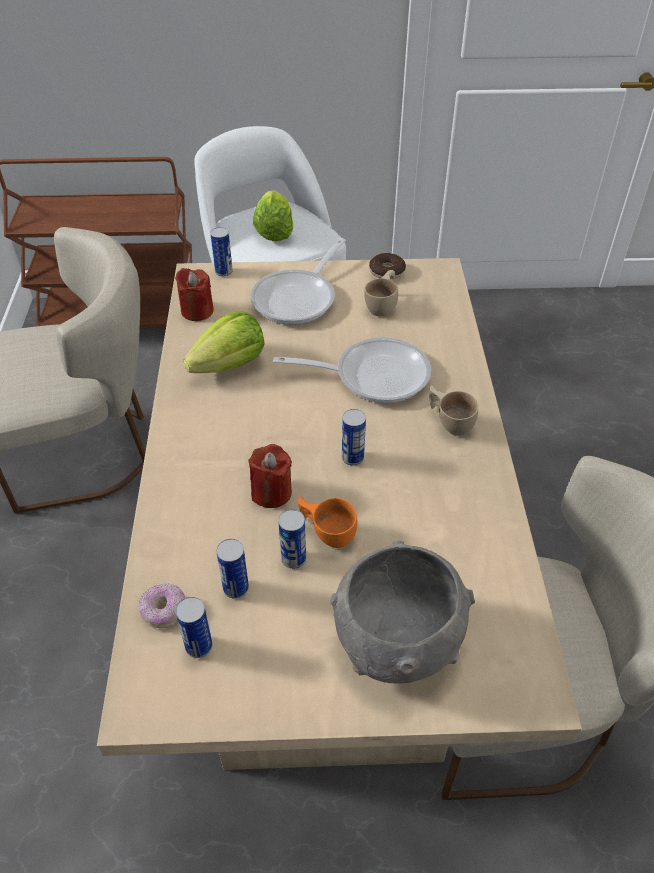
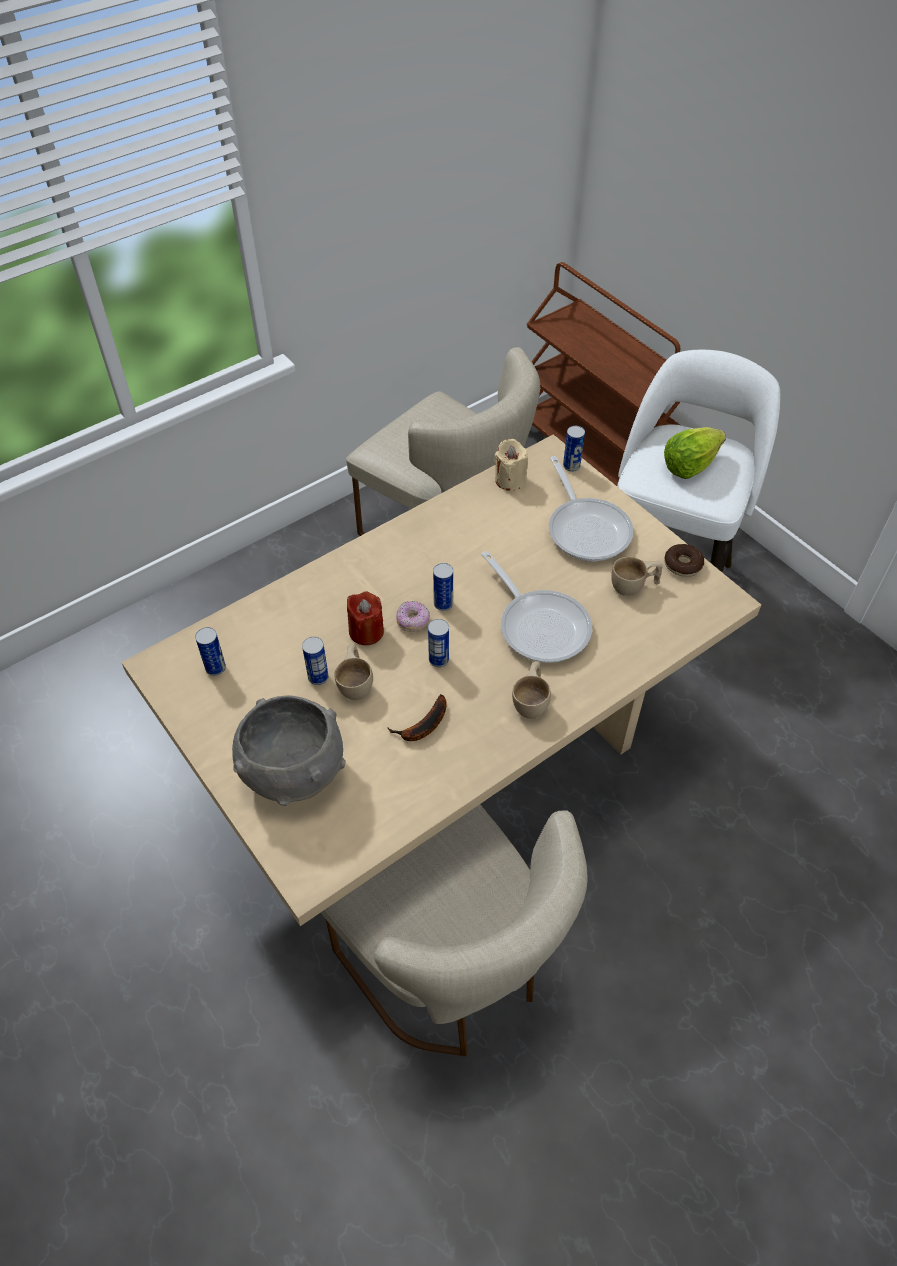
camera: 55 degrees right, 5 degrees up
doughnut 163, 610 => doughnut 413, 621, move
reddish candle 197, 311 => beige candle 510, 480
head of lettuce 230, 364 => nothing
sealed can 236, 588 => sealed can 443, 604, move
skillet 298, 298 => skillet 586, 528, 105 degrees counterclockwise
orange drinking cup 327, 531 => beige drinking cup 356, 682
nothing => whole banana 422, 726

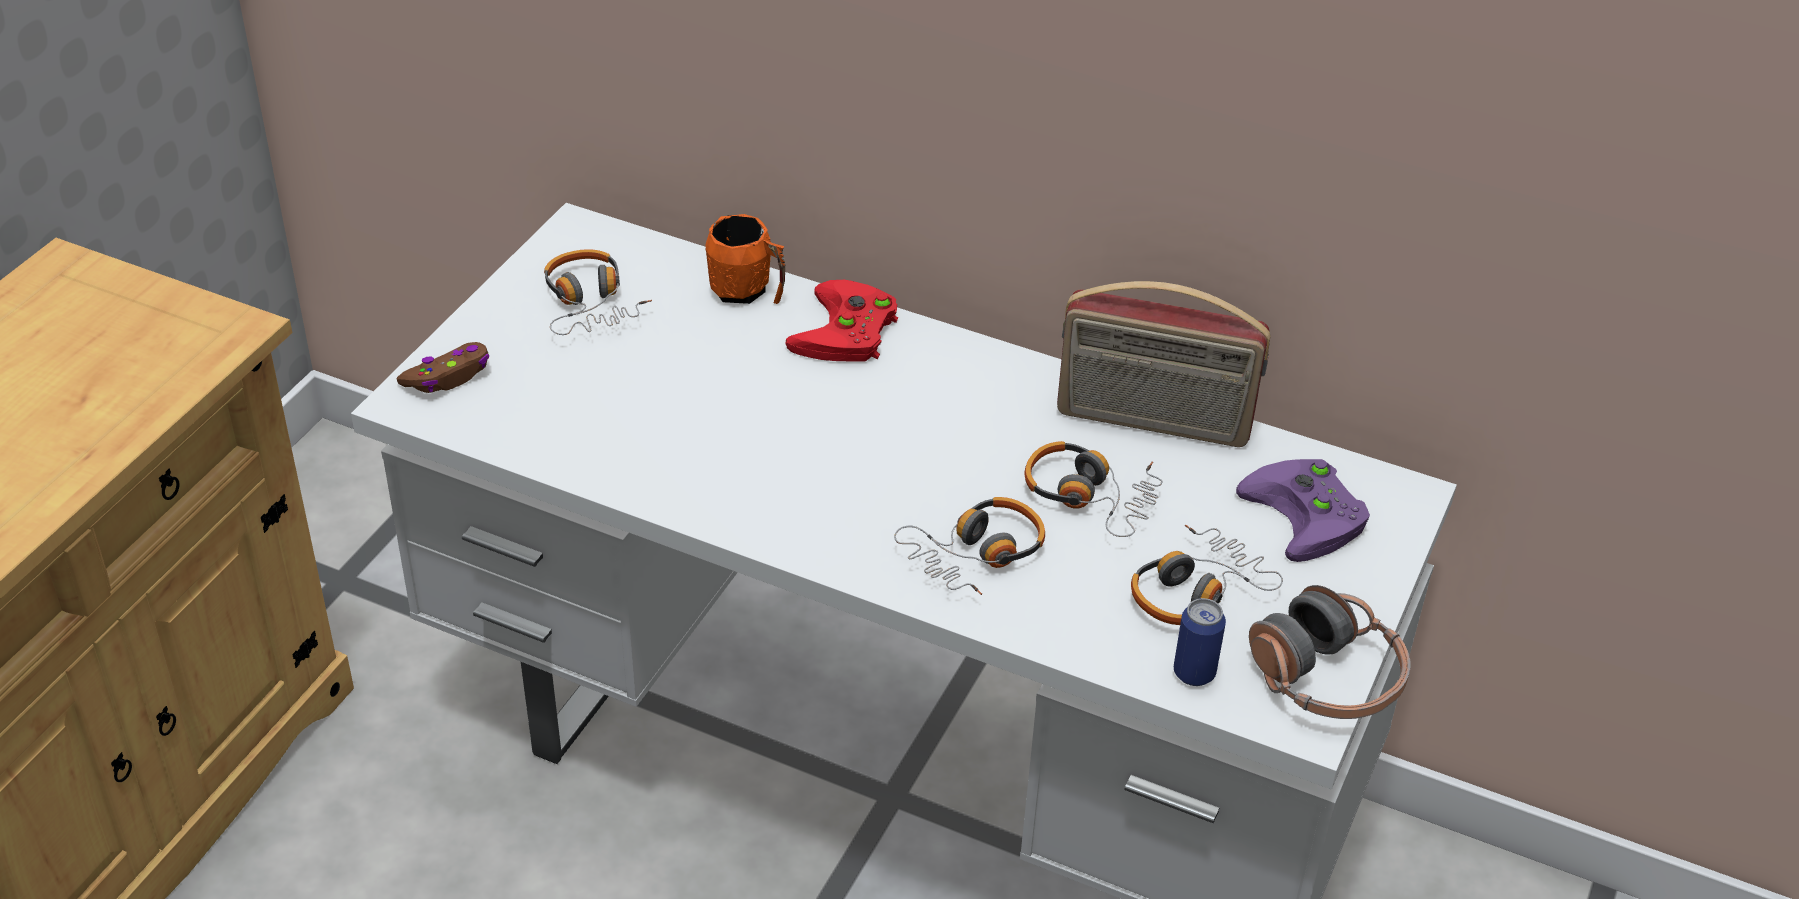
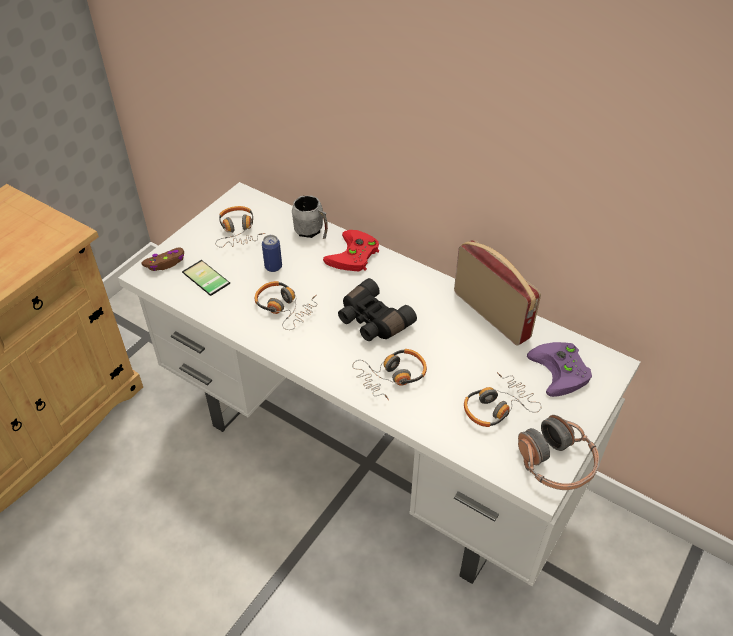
camera: 10 degrees right, 5 degrees up
orange coffee mug 748, 292 => grey coffee mug 312, 232
headset 1090, 496 => headset 285, 308, move
radio receiver 1153, 422 => radio receiver 492, 314, 150 degrees counterclockwise
sealed can 1194, 673 => sealed can 273, 267, move
nothing => telephone 203, 279
nothing => blackish pair of binoculars 372, 321

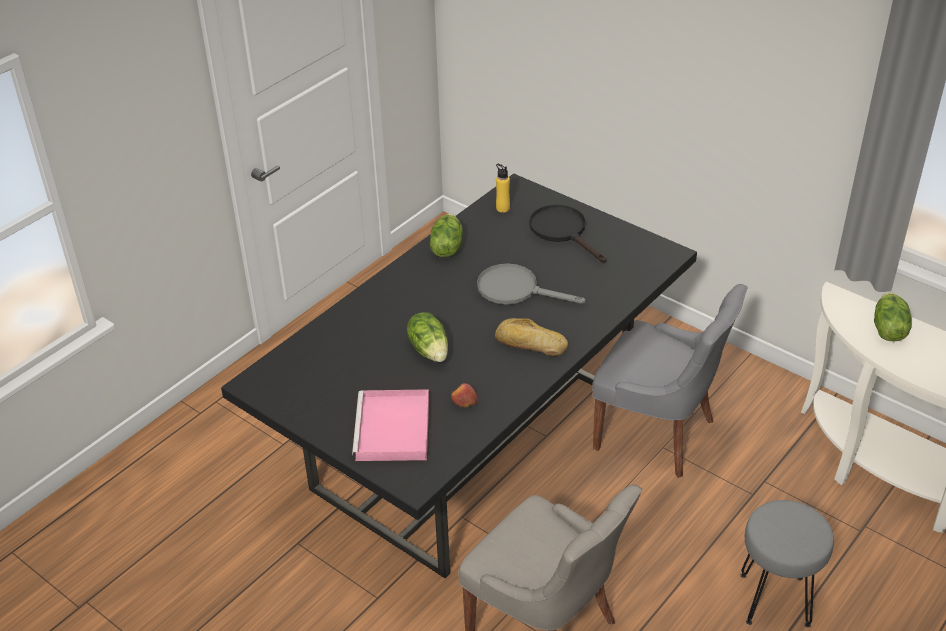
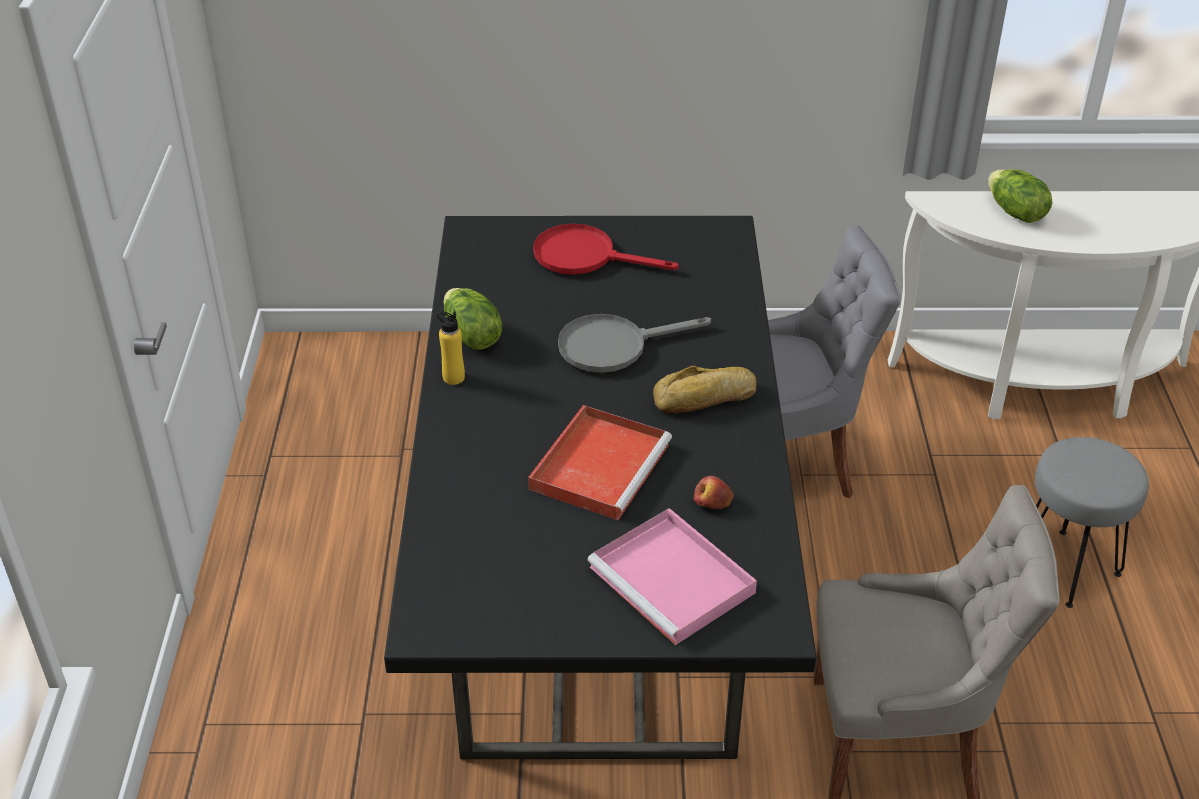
camera: 40 degrees left, 0 degrees up
head of lettuce 430, 350 => reddish tray 600, 464
yellowish drink bottle 502, 208 => yellowish drink bottle 453, 377, move
blackish skillet 563, 231 => reddish skillet 585, 256

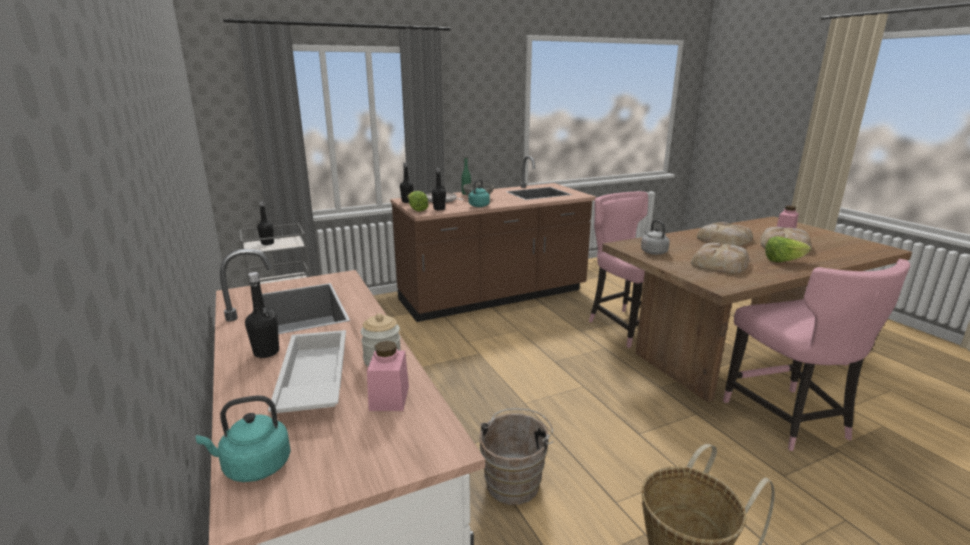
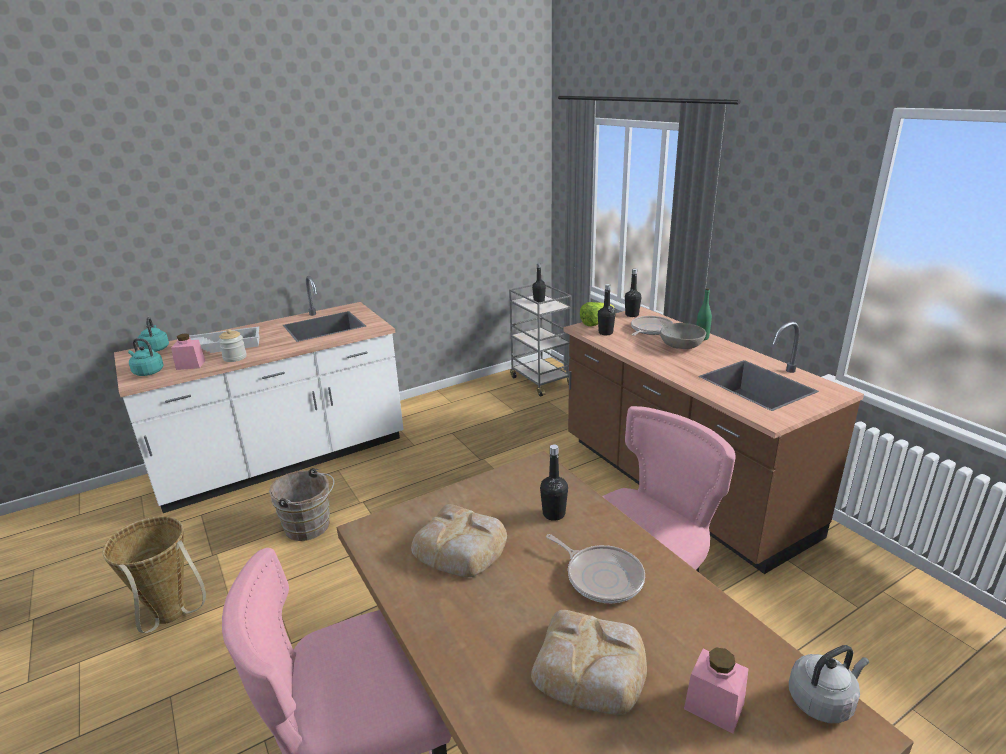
camera: 85 degrees right, 5 degrees up
blackish drink bottle 266, 352 => blackish drink bottle 554, 514, move
blue-green kettle 478, 206 => blue-green kettle 147, 372, move
grey kettle 653, 252 => grey kettle 822, 700, move
bread 723, 240 => skillet 601, 577
head of lettuce 783, 261 => nothing

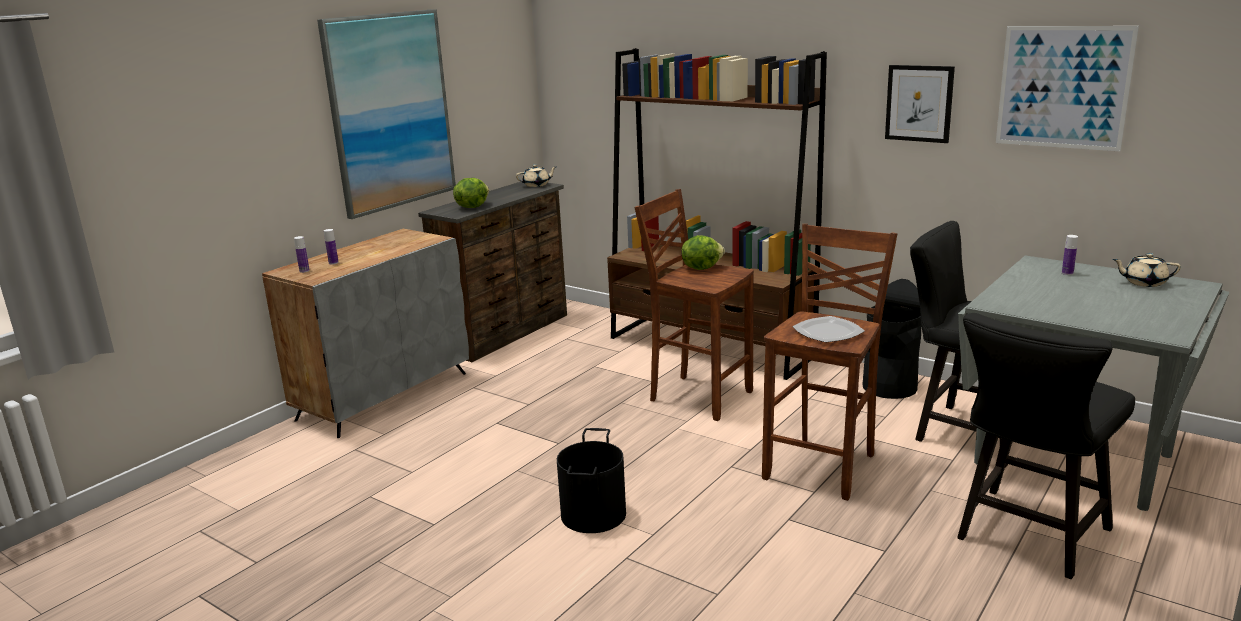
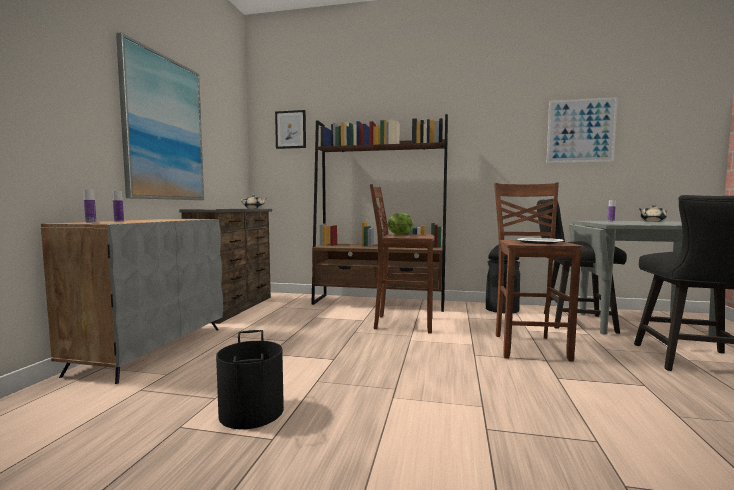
camera: 25 degrees left, 15 degrees down
head of lettuce 472, 207 => nothing
blackish pail 592, 514 => blackish pail 250, 411, move
picture 919, 103 => picture 290, 129, move

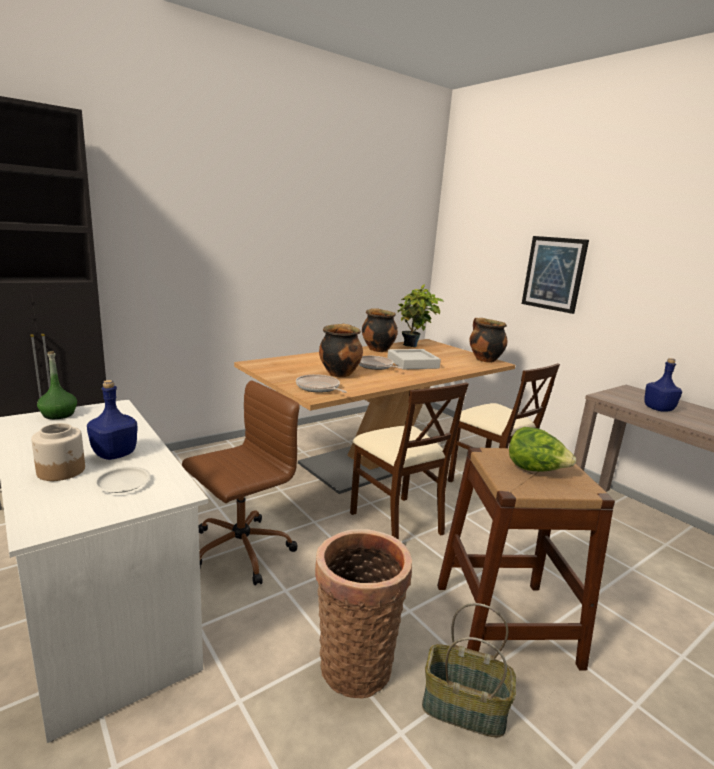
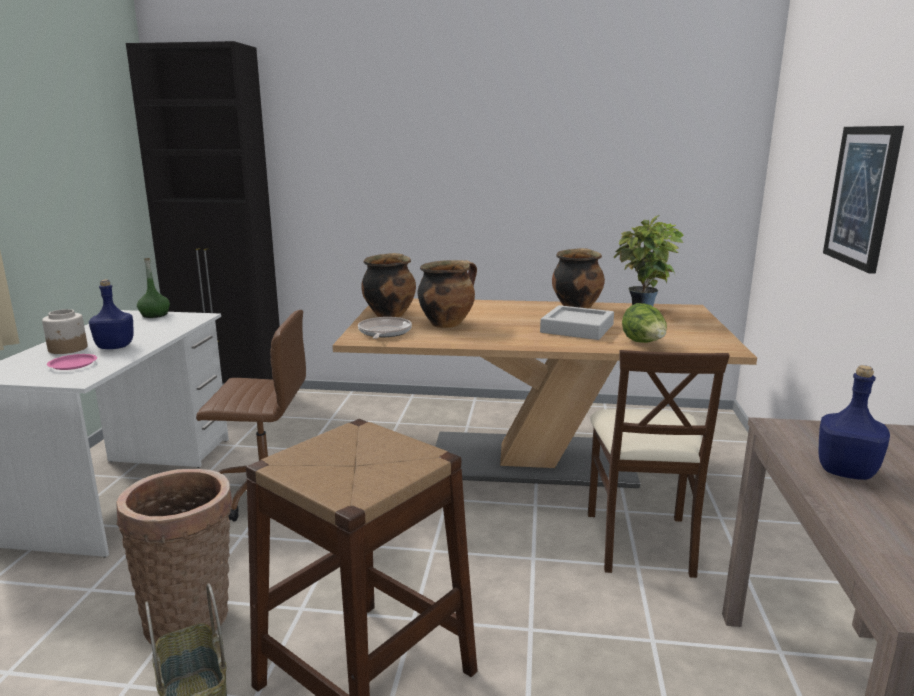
camera: 45 degrees right, 0 degrees up
white-coloured plate 123, 483 => pink-coloured plate 73, 364
beige plain chair 396, 521 => nothing
skillet 375, 366 => nothing
cooking pot 484, 360 => cooking pot 389, 314, move
head of lettuce 535, 470 => head of lettuce 644, 343, move

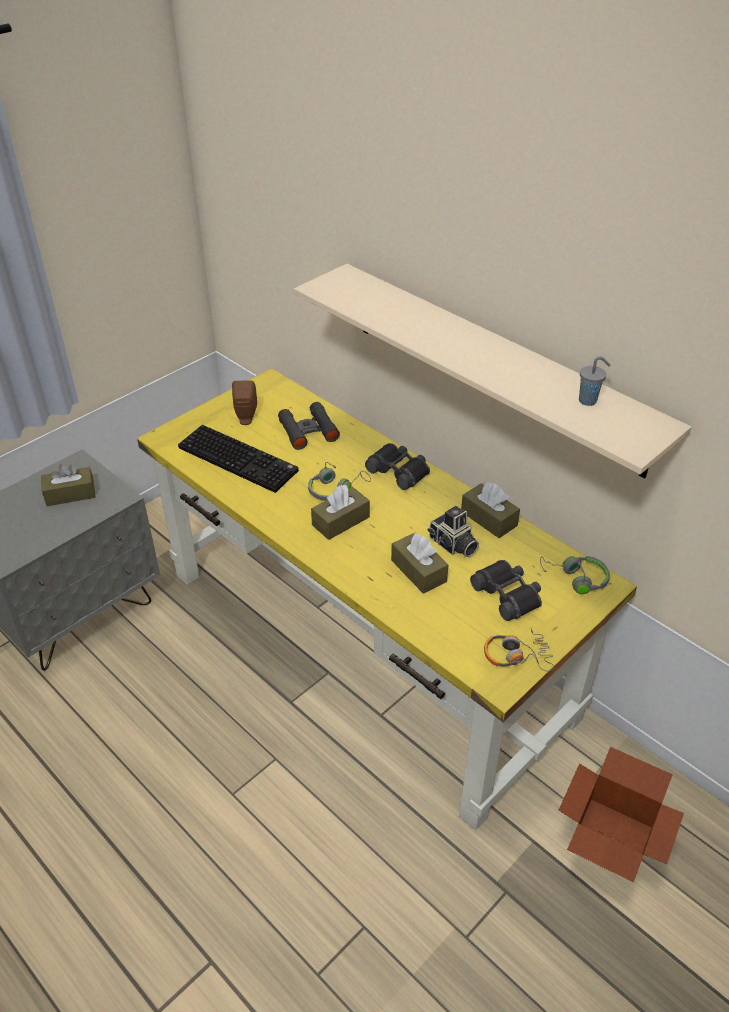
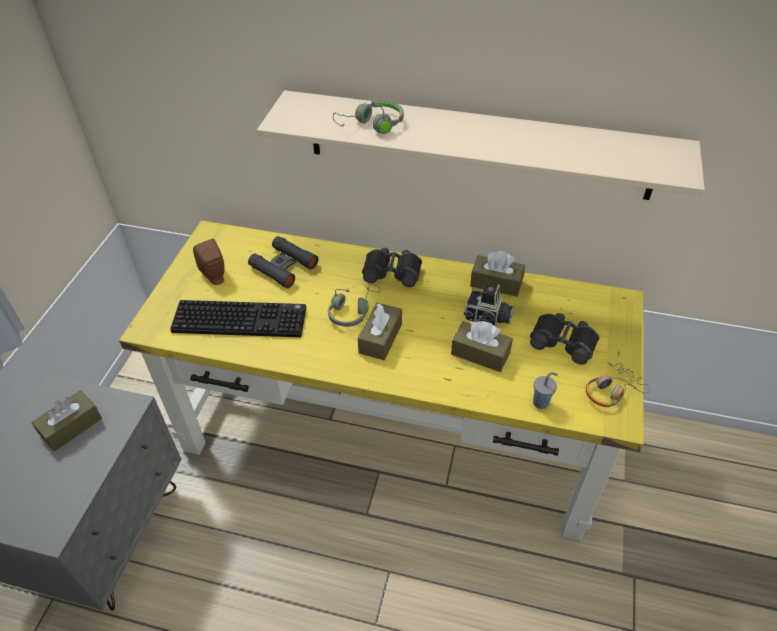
camera: 30 degrees left, 5 degrees up
grey headset 575, 579 => grey headset 372, 125, move
packing box 609, 839 => nothing
grey drinking cup 588, 401 => grey drinking cup 541, 402, move

